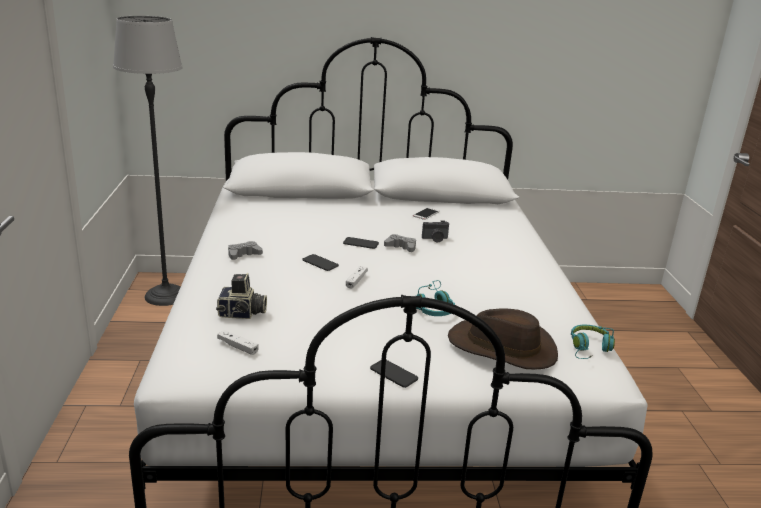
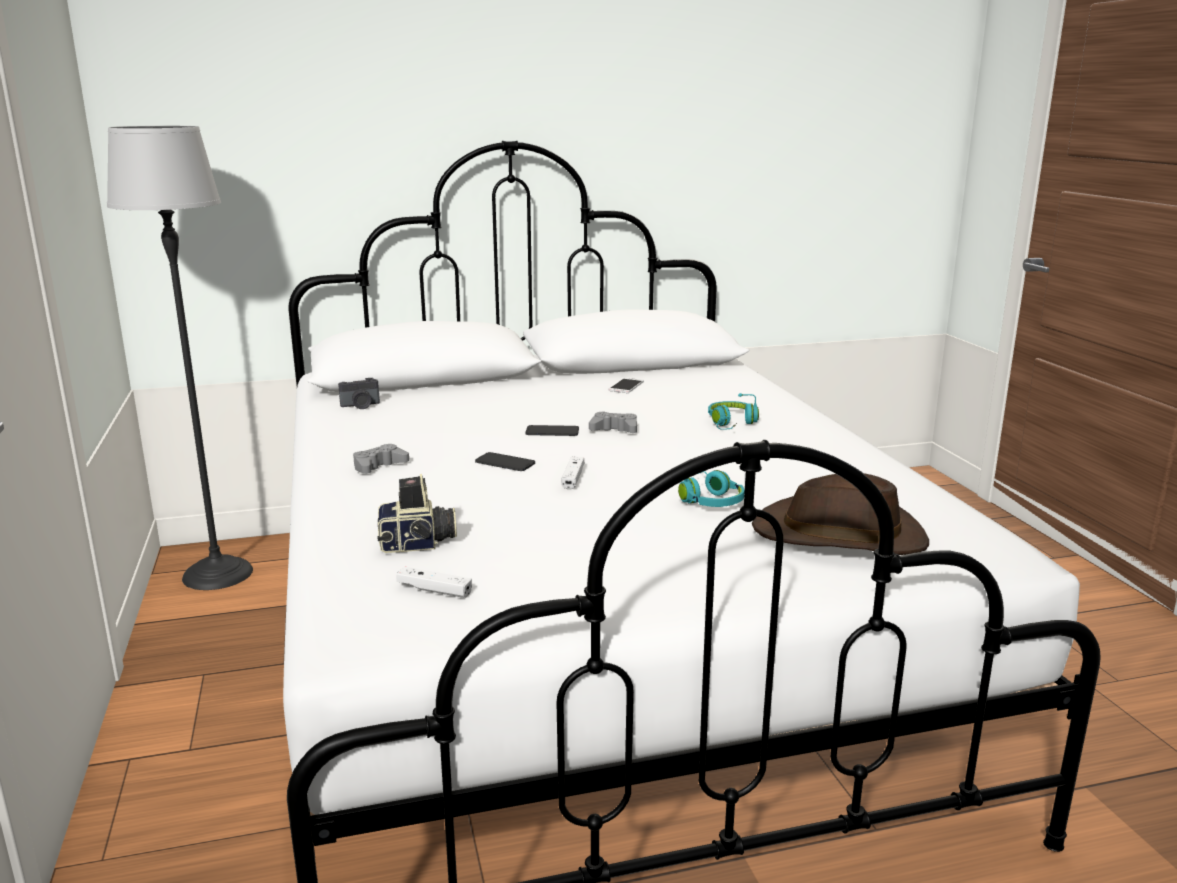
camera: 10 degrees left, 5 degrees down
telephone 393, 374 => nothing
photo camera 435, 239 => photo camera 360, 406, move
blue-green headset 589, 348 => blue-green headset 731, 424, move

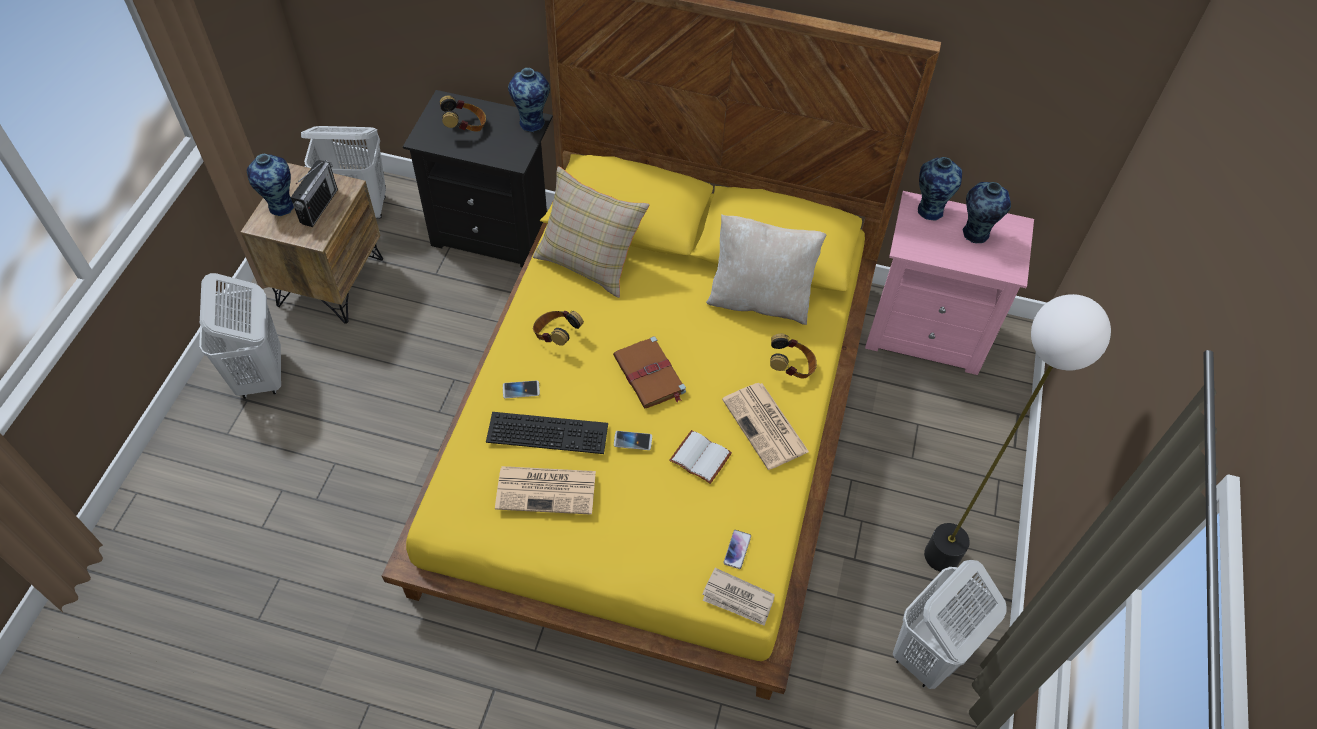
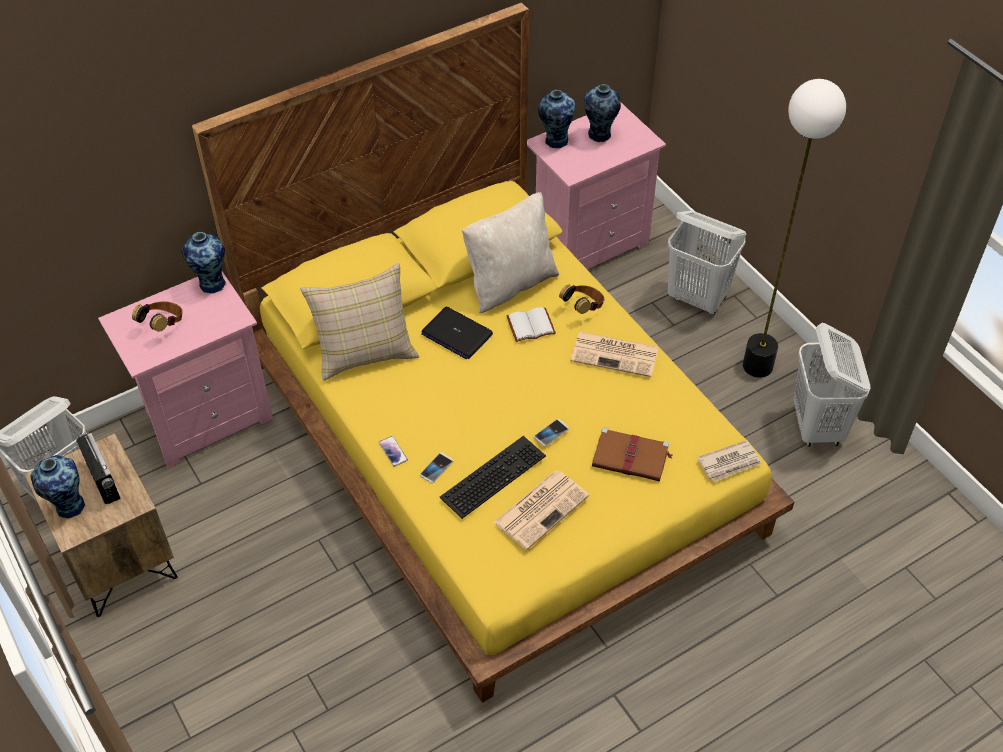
camera: 45 degrees left, 5 degrees down
white-coloured laundry basket 260, 376 => white-coloured laundry basket 698, 298, move
blackish nightstand 494, 231 => pink-coloured nightstand 206, 416
headset 556, 336 => nothing
brownish bound book 650, 375 => brownish bound book 631, 457, move
white-coloured bound book 702, 457 => white-coloured bound book 531, 324, move
telephone 737, 549 => telephone 393, 451, move
nothing => notebook computer 456, 334

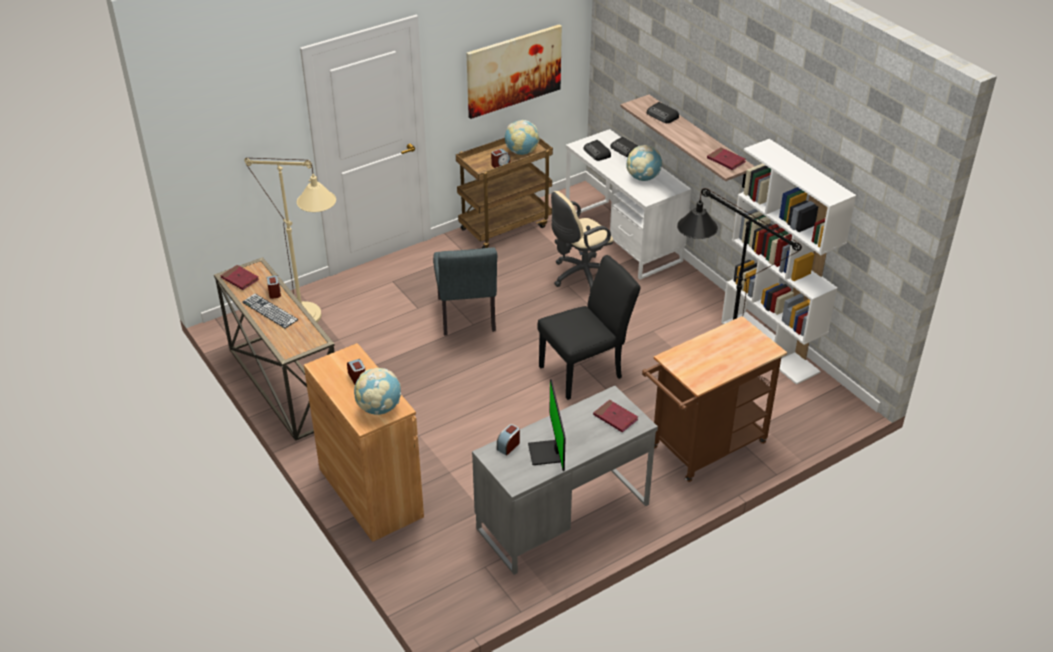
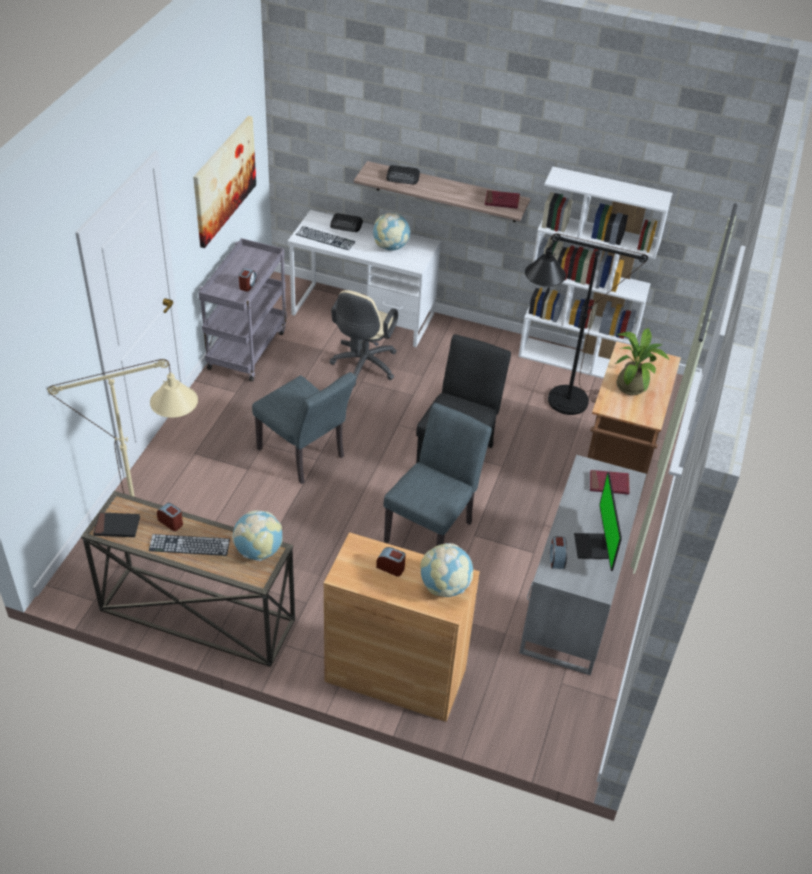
camera: 40 degrees left, 5 degrees up
reddish bound book 240, 279 => blackish bound book 117, 526
brownish trolley 505, 227 => grey trolley 247, 348
globe 521, 152 => globe 258, 551, move
computer display 547, 453 => computer display 593, 547, 45 degrees clockwise
radio receiver 597, 153 => computer keyboard 325, 238
nothing => grey plain chair 433, 528
nothing => houseplant 632, 384

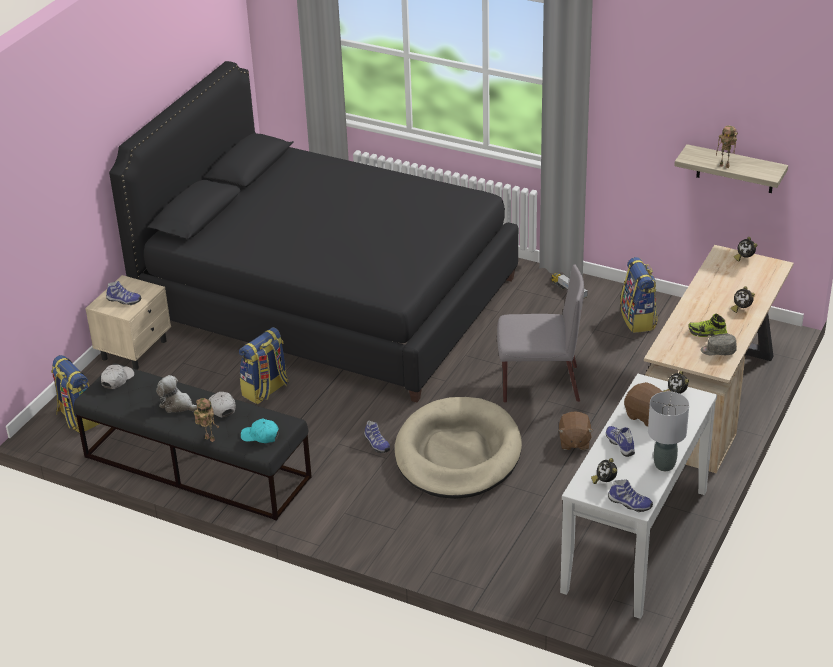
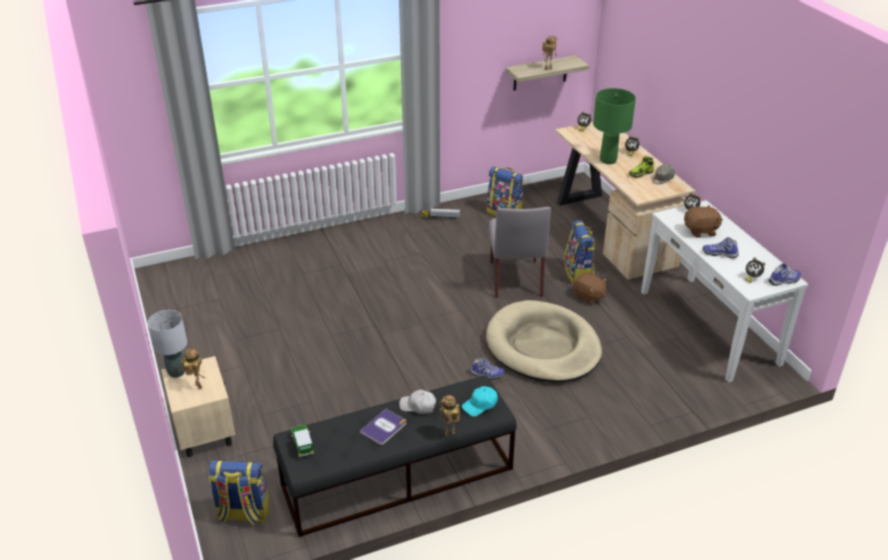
camera: 50 degrees left, 0 degrees up
white-coloured baseball cap 117, 380 => model car 302, 443
low shoe 123, 300 => model robot 197, 386
blackish bed 328, 300 => nothing
plush toy 178, 405 => bound book 384, 427
knapsack 265, 390 => knapsack 578, 273, move
grey plain chair 538, 384 => grey plain chair 515, 278, 135 degrees clockwise
grey tabletop lamp 664, 465 => grey tabletop lamp 177, 372, move
nothing => greenish tabletop lamp 608, 160

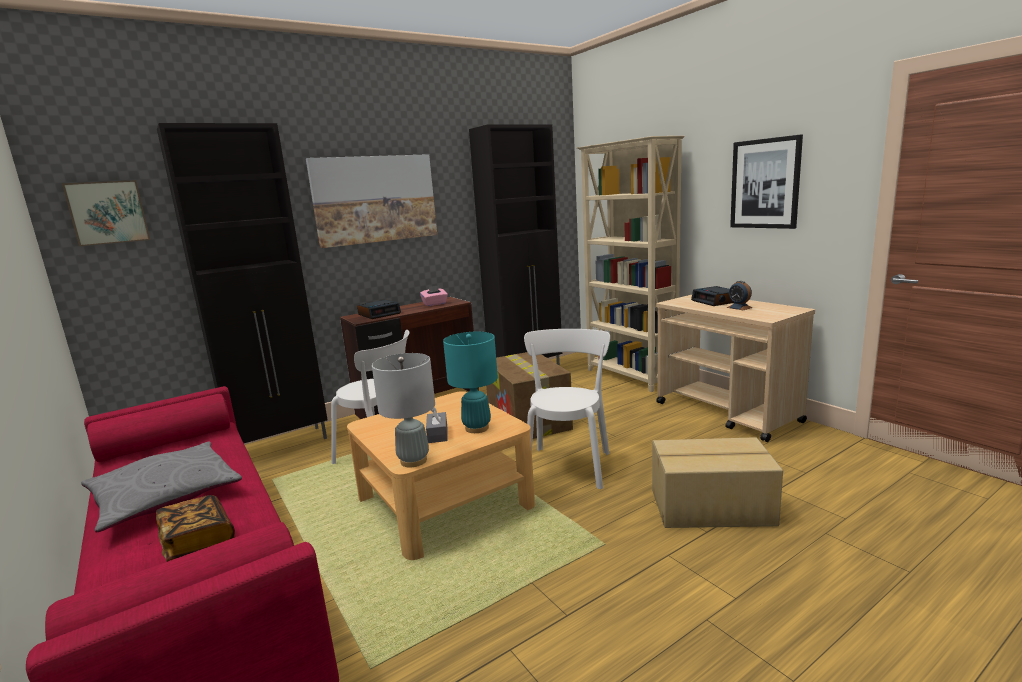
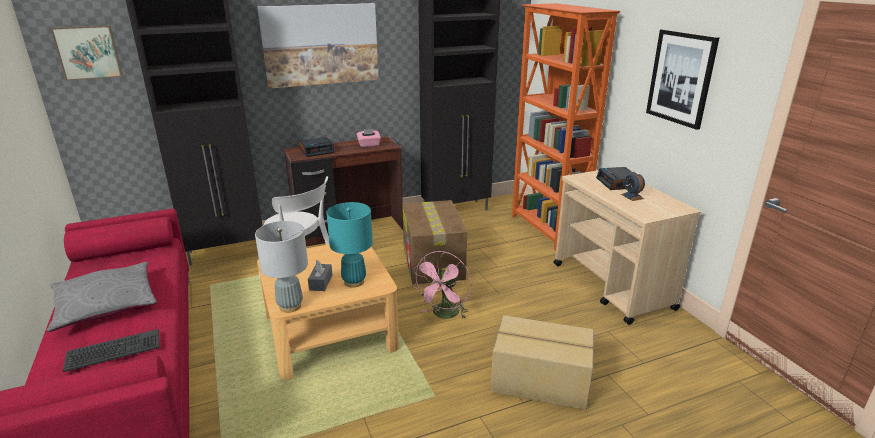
camera: 10 degrees right, 10 degrees up
bound book 198, 542 => computer keyboard 113, 351
white-coloured plain chair 568, 464 => pink-coloured cooling fan 444, 315
beige shelving unit 630, 376 => orange shelving unit 546, 230

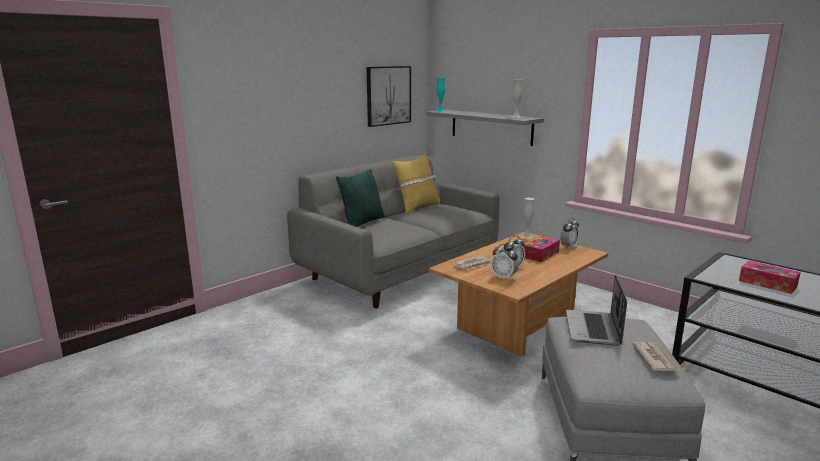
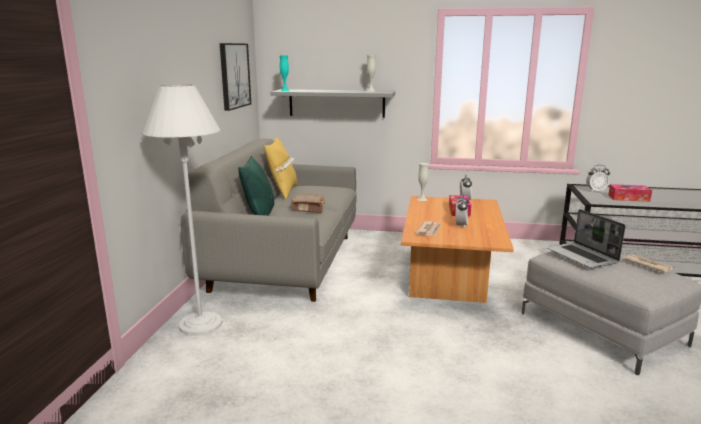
camera: 35 degrees left, 0 degrees up
alarm clock 504, 277 => alarm clock 596, 191, move
nothing => white-coloured floor lamp 200, 324
nothing => brownish bound book 308, 209

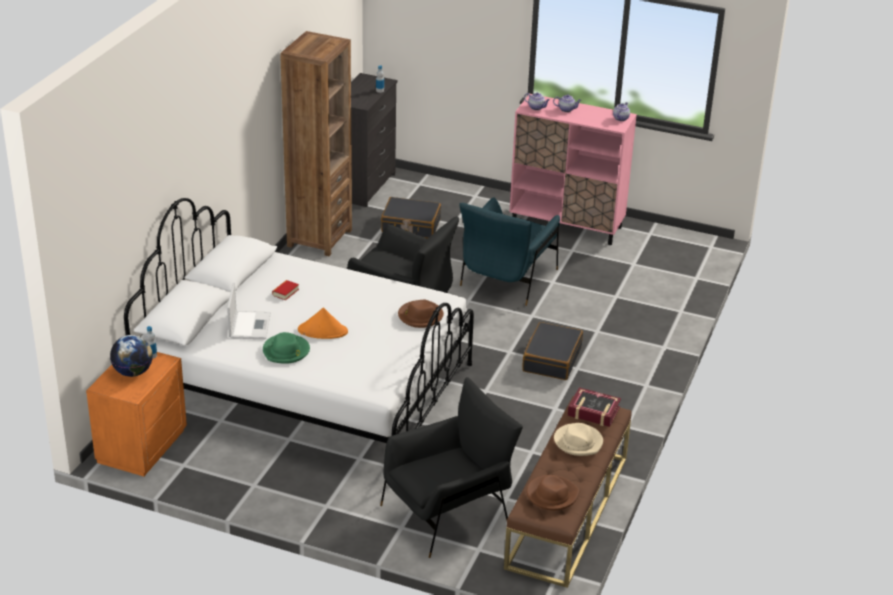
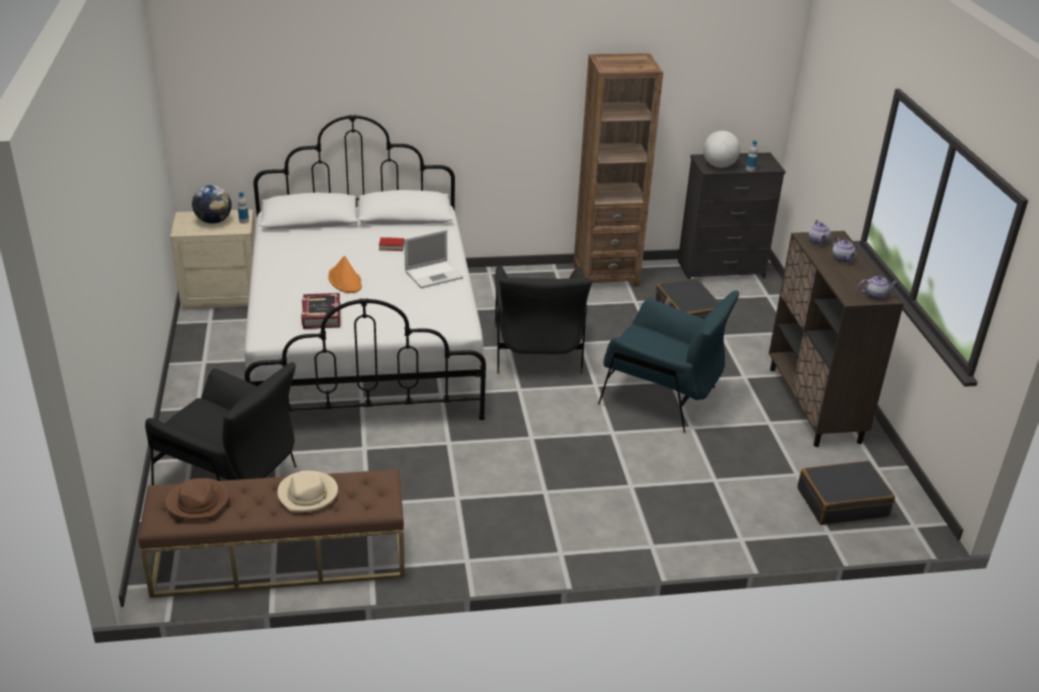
camera: 60 degrees right, 0 degrees up
orange nightstand 140, 446 => beige nightstand 221, 295
notebook computer 249, 325 => notebook computer 434, 274, move
greenish clothing hat 286, 351 => nothing
brownish clothing hat 420, 316 => nothing
bluish easy chair 507, 279 => bluish easy chair 661, 397, 150 degrees counterclockwise
pink-coloured cabinet 567, 225 => brownish cabinet 814, 405
blackish piece of luggage 551, 359 => blackish piece of luggage 842, 502, move
bound book 593, 412 => bound book 321, 316, move
nothing => globe 719, 166

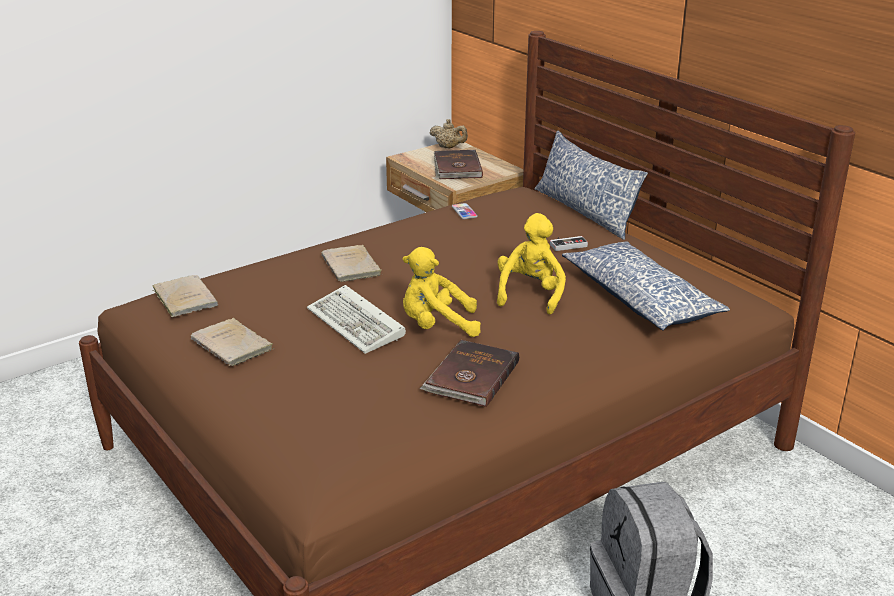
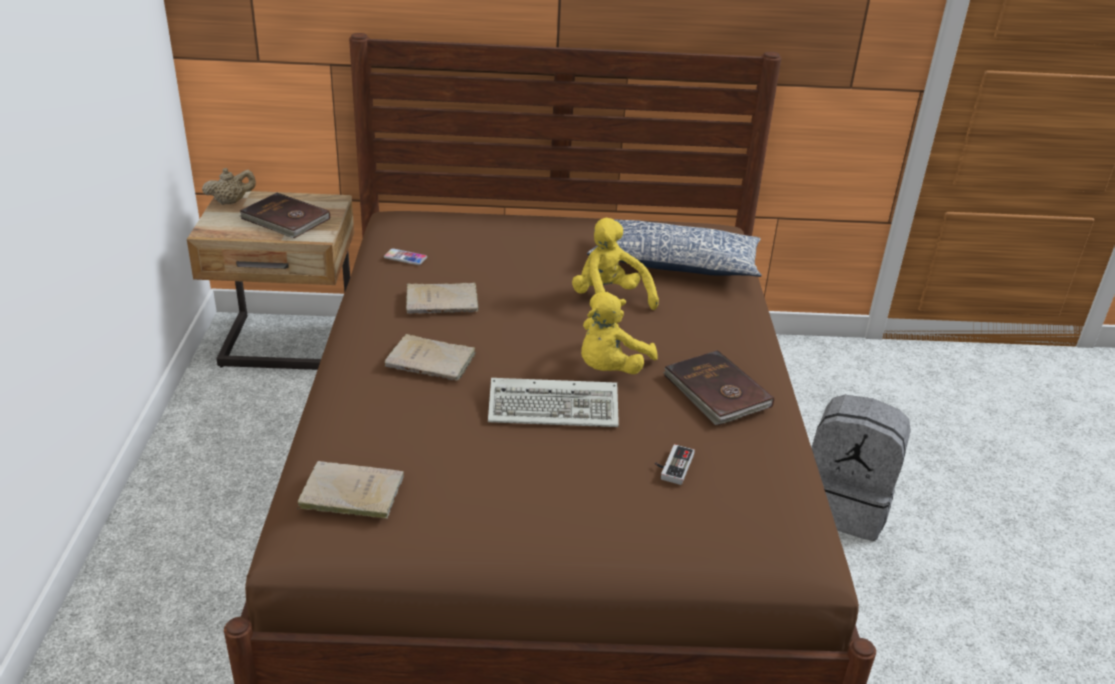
camera: 55 degrees left, 5 degrees up
beige bound book 233, 346 => beige bound book 444, 301, move
pillow 585, 211 => nothing
joypad 567, 244 => joypad 672, 466, move

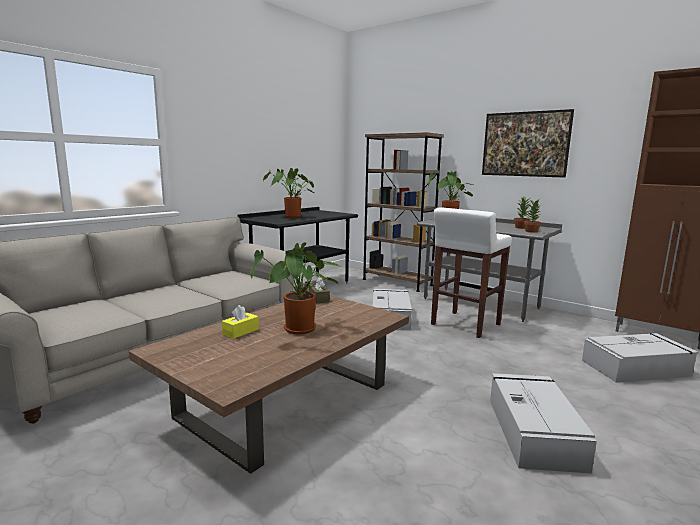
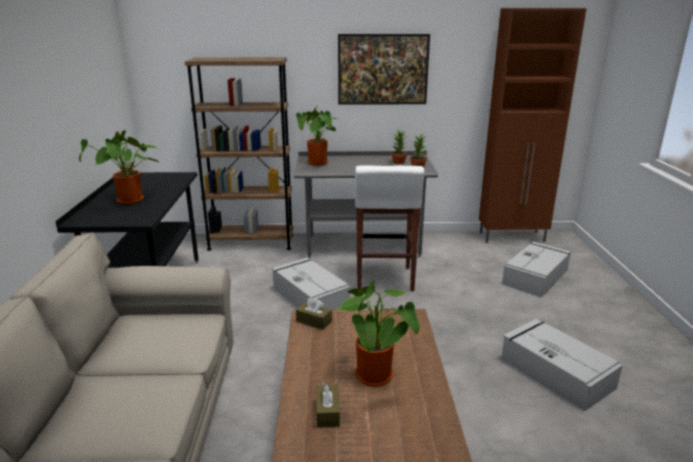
camera: 40 degrees left, 10 degrees up
yellowish tissue holder 241, 331 => brownish tissue holder 327, 412

